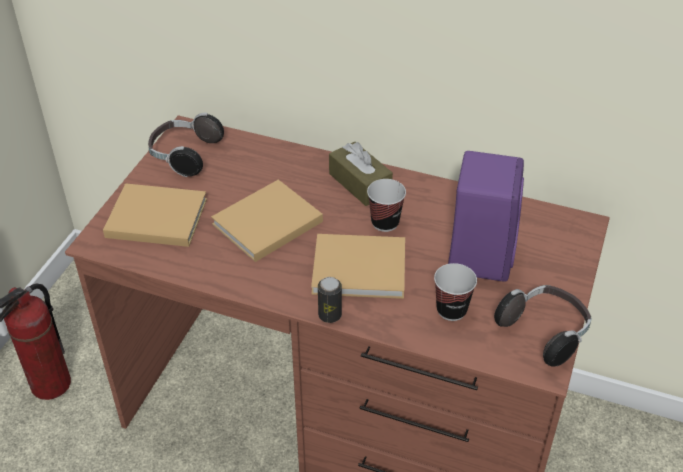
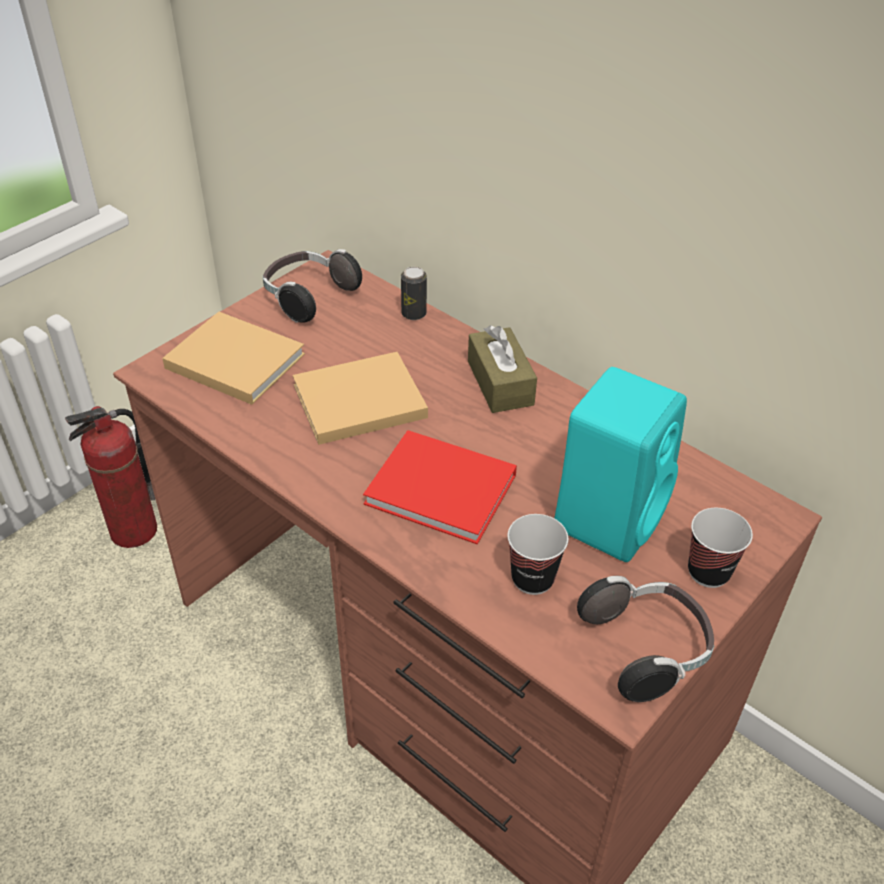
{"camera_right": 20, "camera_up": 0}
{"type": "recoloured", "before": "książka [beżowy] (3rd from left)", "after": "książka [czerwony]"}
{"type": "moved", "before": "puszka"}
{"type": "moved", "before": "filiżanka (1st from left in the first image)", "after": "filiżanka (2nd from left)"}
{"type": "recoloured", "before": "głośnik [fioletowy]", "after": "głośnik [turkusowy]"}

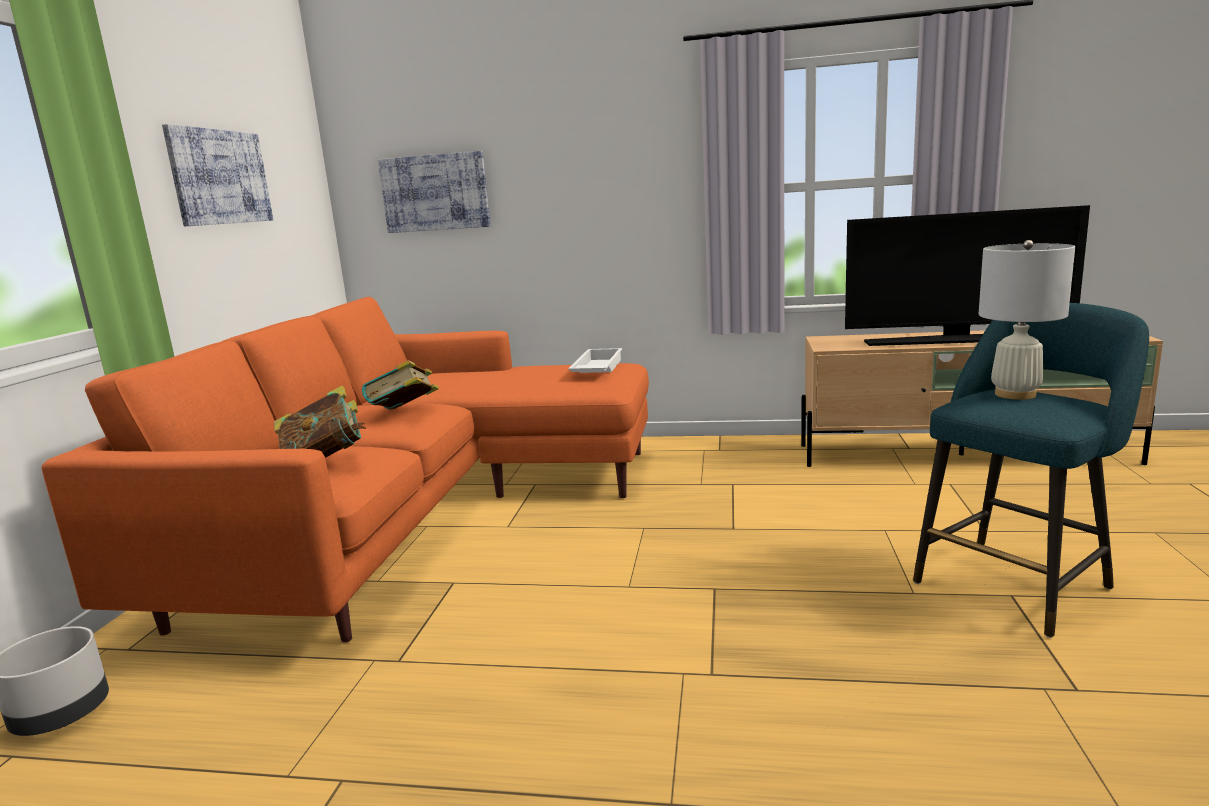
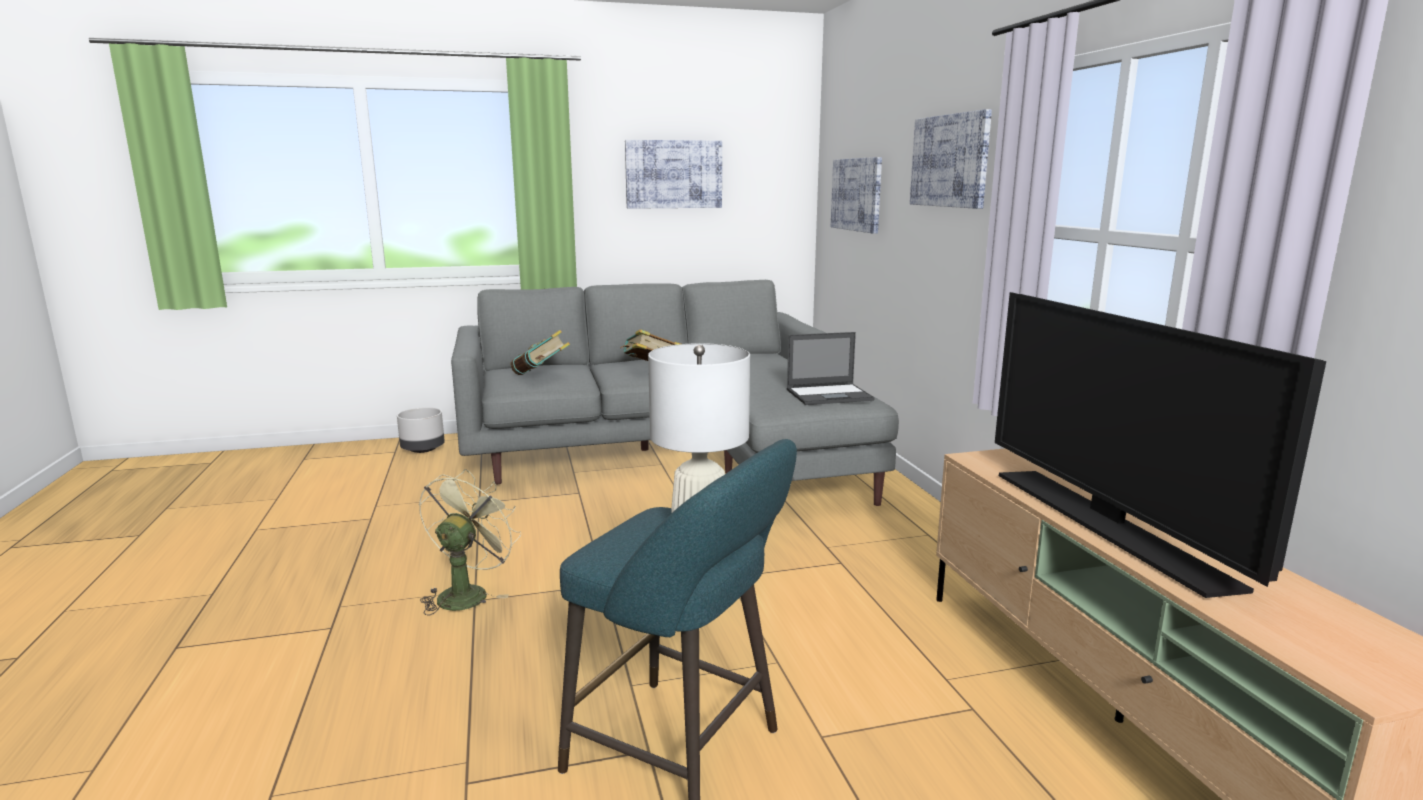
{"camera_right": 65, "camera_up": 0}
{"type": "recoloured", "before": "kanapa [pomarańczowy]", "after": "kanapa [szary]"}
{"type": "replaced", "before": "taca [biały]", "after": "laptop"}
{"type": "added", "after": "wentylator [zielony]"}
{"type": "added", "after": "obraz (3rd from left)"}

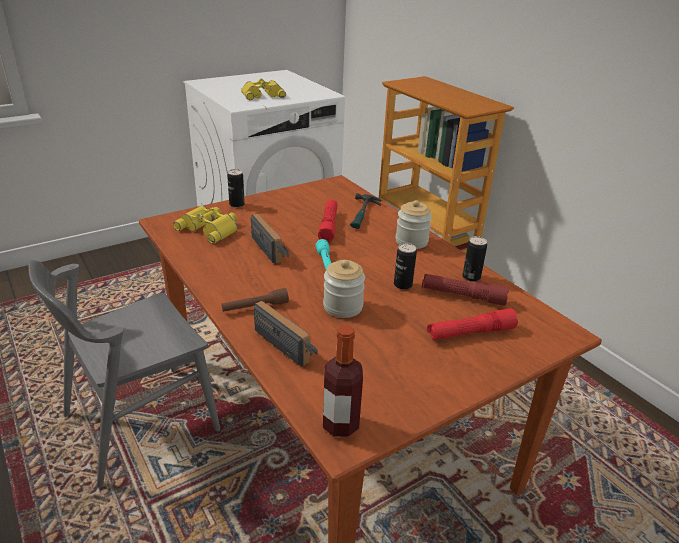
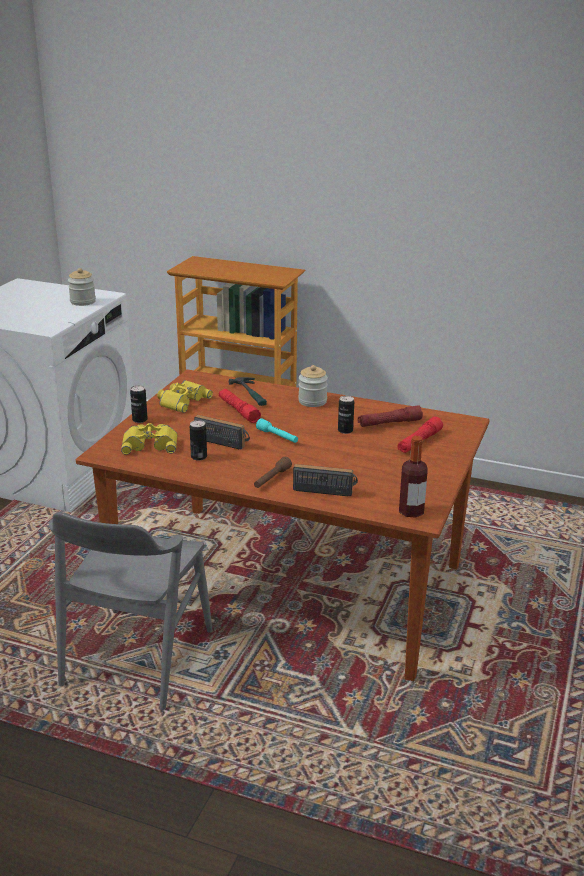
{"camera_right": -35, "camera_up": -5}
{"type": "moved", "before": "lornetka [żółty] (2nd from left)"}
{"type": "moved", "before": "słoik (1st from left)"}
{"type": "moved", "before": "puszka (3rd from left in the first image)", "after": "puszka (2nd from left)"}

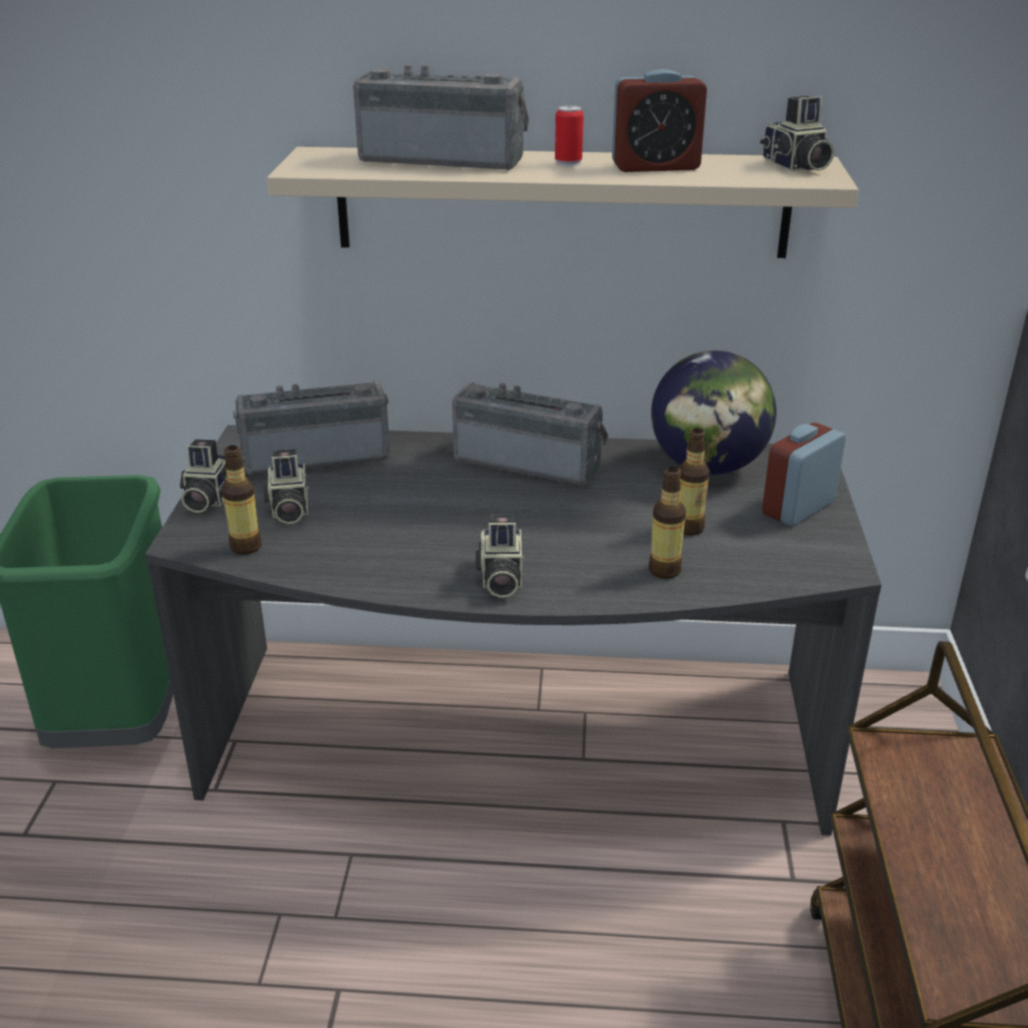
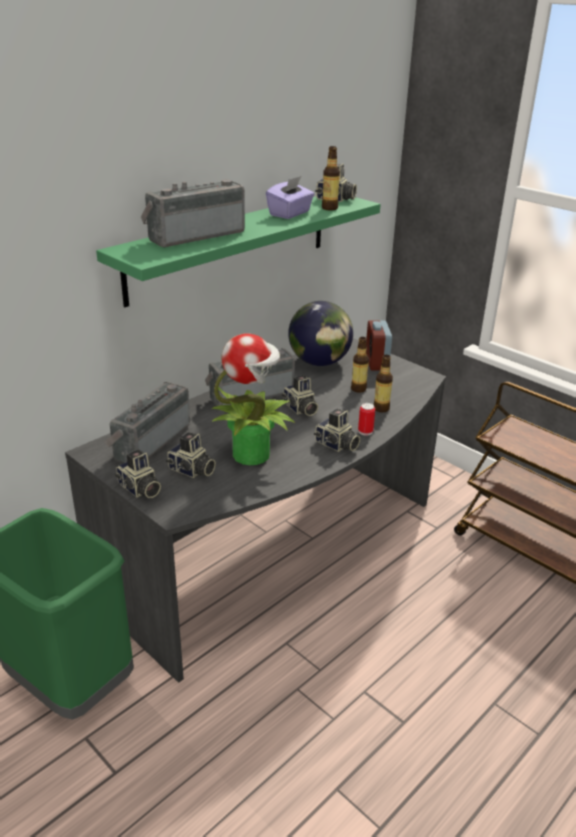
{"camera_right": -50, "camera_up": 0}
{"type": "moved", "before": "butelka (1st from left)"}
{"type": "recoloured", "before": "półka [beżowy]", "after": "półka [zielony]"}
{"type": "moved", "before": "puszka"}
{"type": "replaced", "before": "budzik (1st from left)", "after": "pudełko chusteczek [fioletowy]"}
{"type": "added", "after": "roślina doniczkowa"}
{"type": "added", "after": "aparat fotograficzny (3rd from left)"}

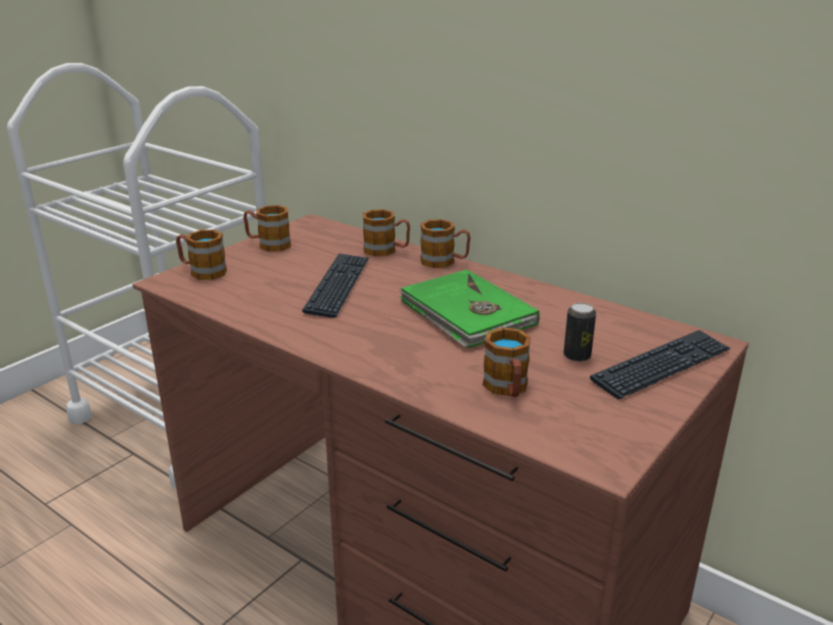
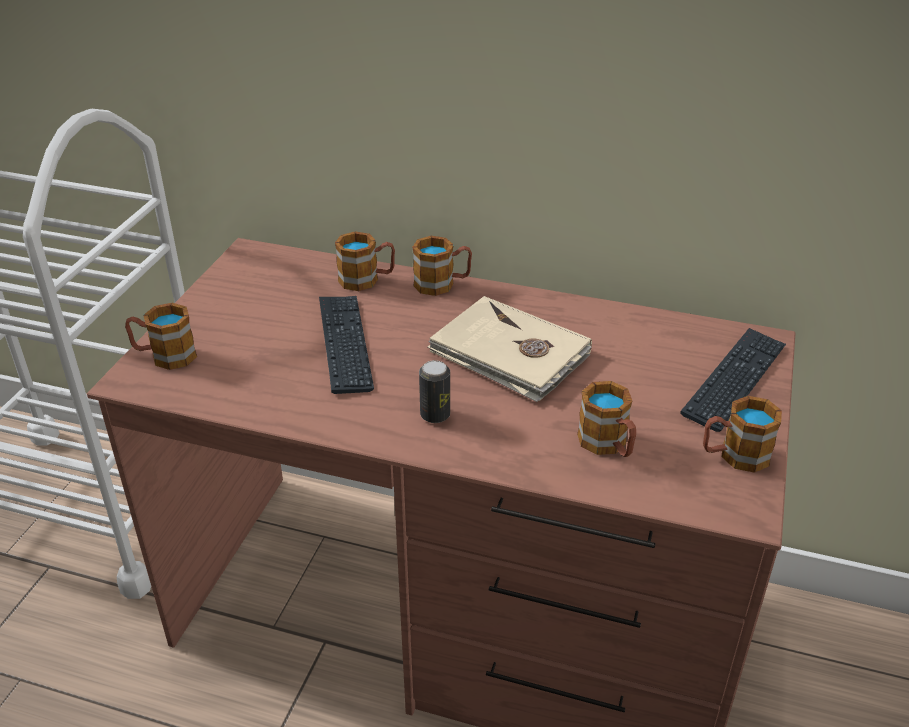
{"camera_right": -20, "camera_up": 10}
{"type": "moved", "before": "kubek (2nd from left in the first image)", "after": "kubek (5th from left)"}
{"type": "recoloured", "before": "książka [zielony]", "after": "książka [beżowy]"}
{"type": "moved", "before": "puszka"}

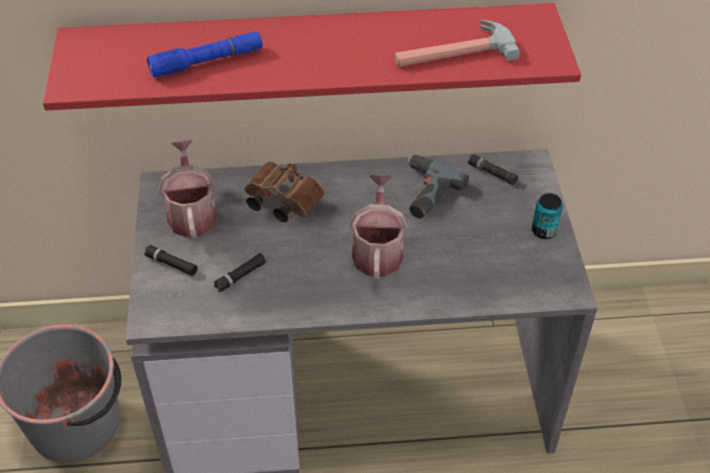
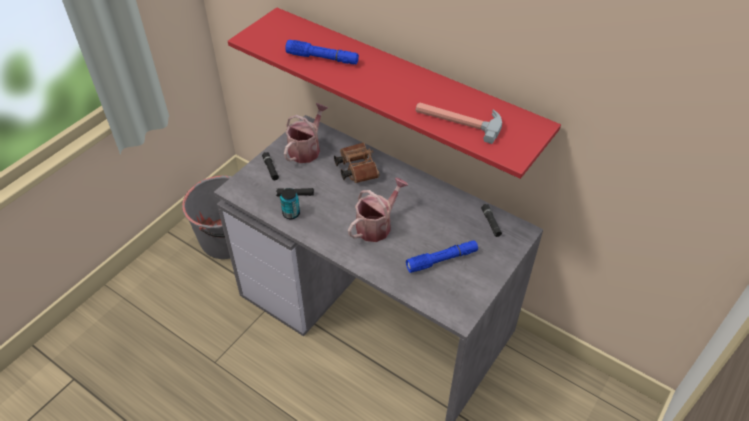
{"camera_right": 40, "camera_up": 0}
{"type": "removed", "before": "wiertarka"}
{"type": "moved", "before": "puszka"}
{"type": "added", "after": "latarka [niebieski] (2nd from left)"}

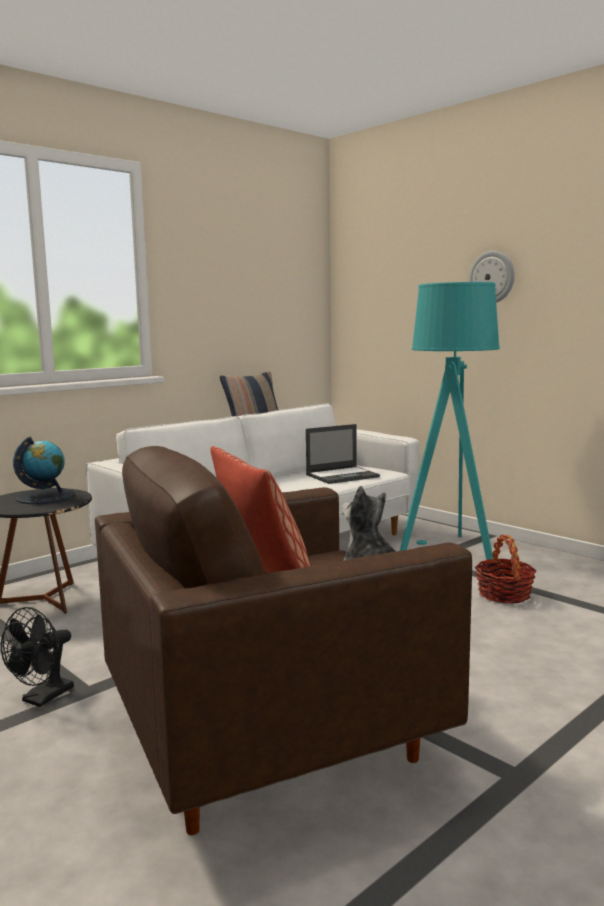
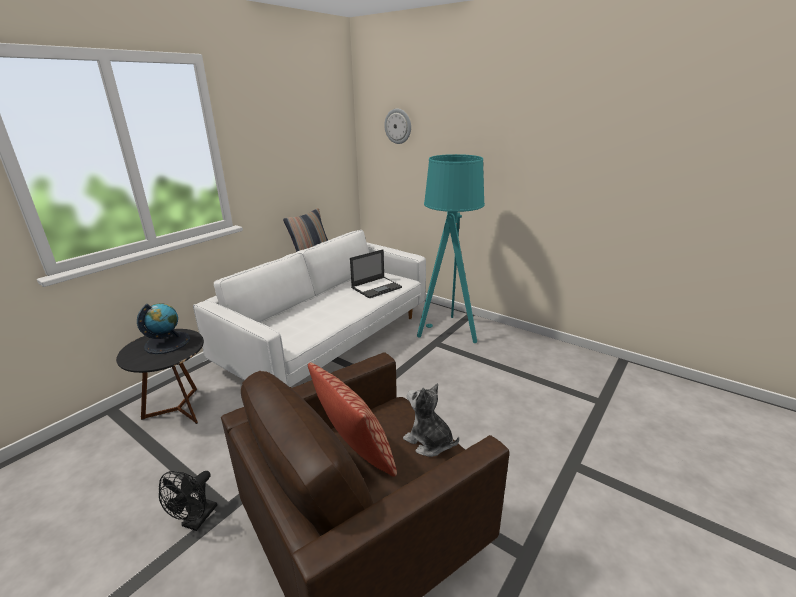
{"camera_right": -10, "camera_up": 15}
{"type": "moved", "before": "zegar ścienny"}
{"type": "removed", "before": "koszyk"}

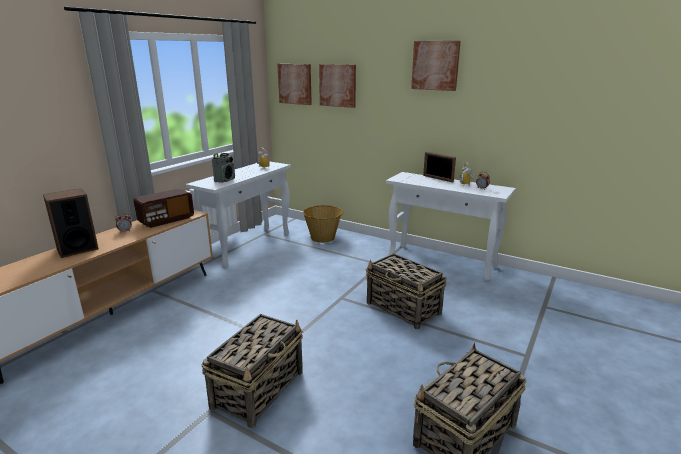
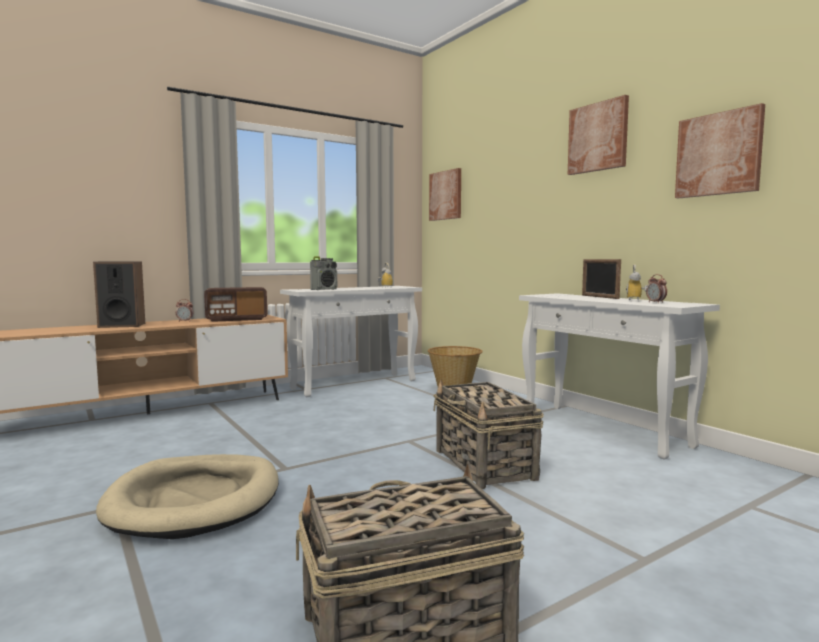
{"camera_right": 25, "camera_up": -15}
{"type": "replaced", "before": "koszyk (1st from left)", "after": "legowisko [beżowy]"}
{"type": "moved", "before": "obraz (2nd from left in the first image)", "after": "obraz (3rd from left)"}

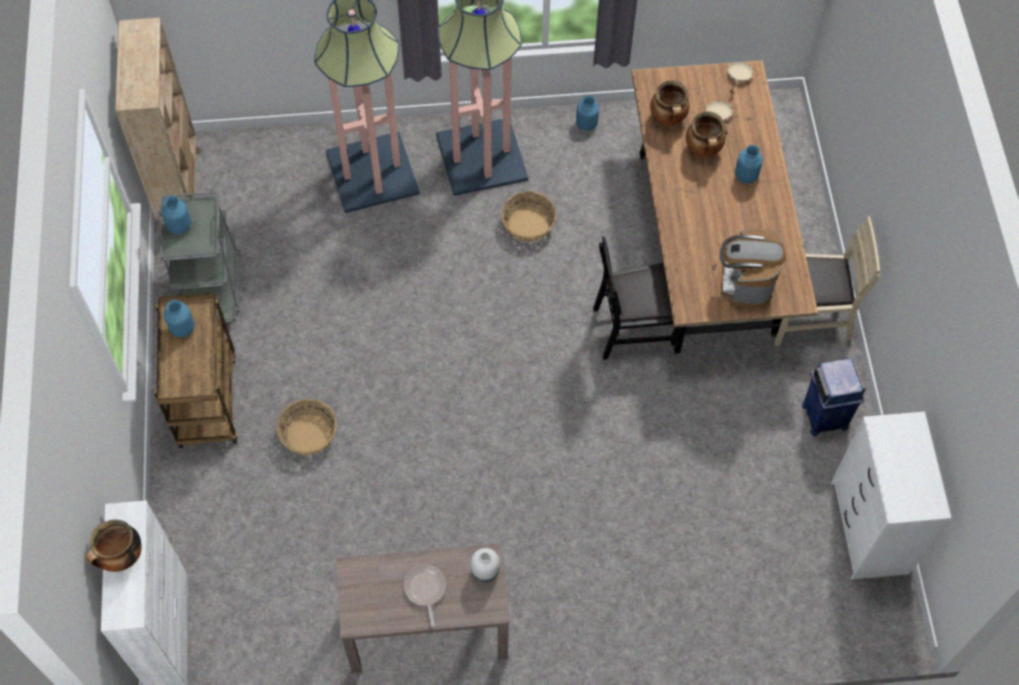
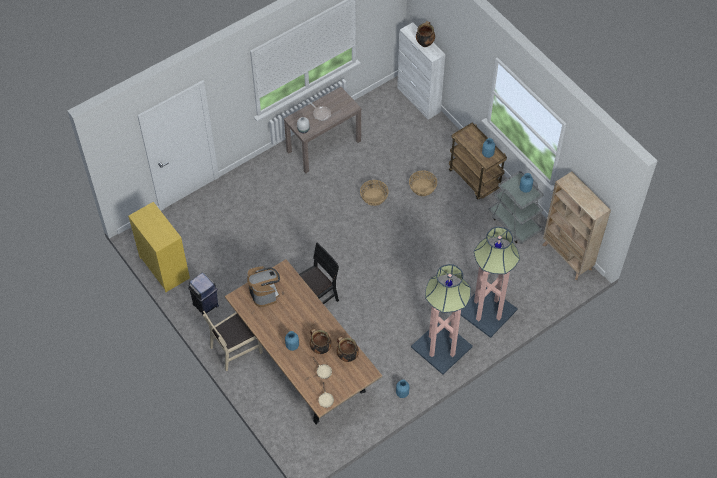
{"camera_right": 150, "camera_up": -5}
{"type": "moved", "before": "koszyk (2nd from left in the first image)", "after": "koszyk (1st from left)"}
{"type": "recoloured", "before": "komoda [biały]", "after": "komoda [żółty]"}

